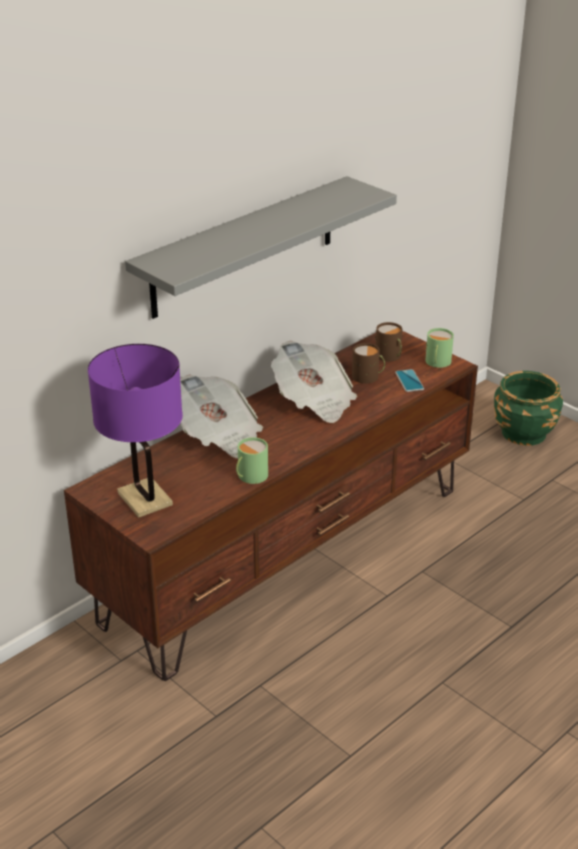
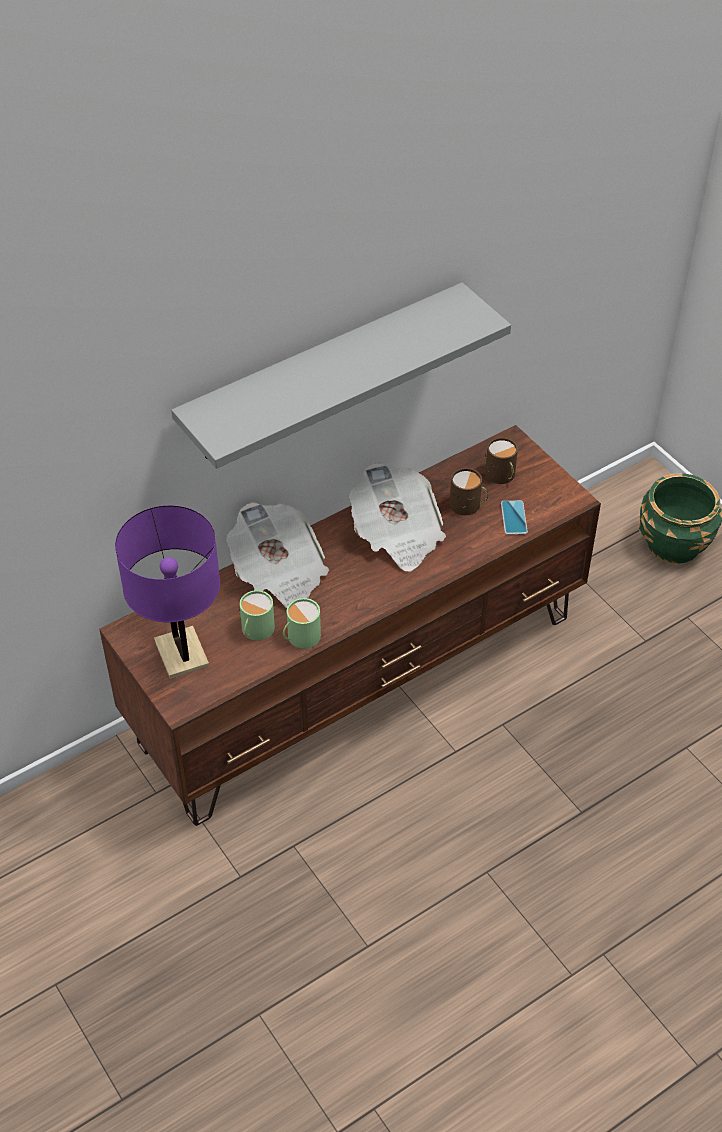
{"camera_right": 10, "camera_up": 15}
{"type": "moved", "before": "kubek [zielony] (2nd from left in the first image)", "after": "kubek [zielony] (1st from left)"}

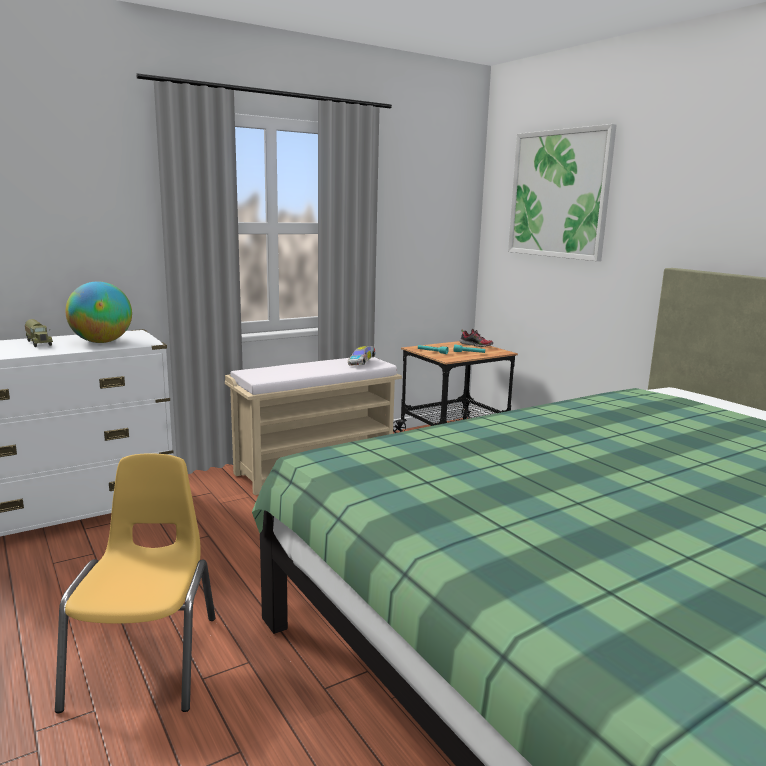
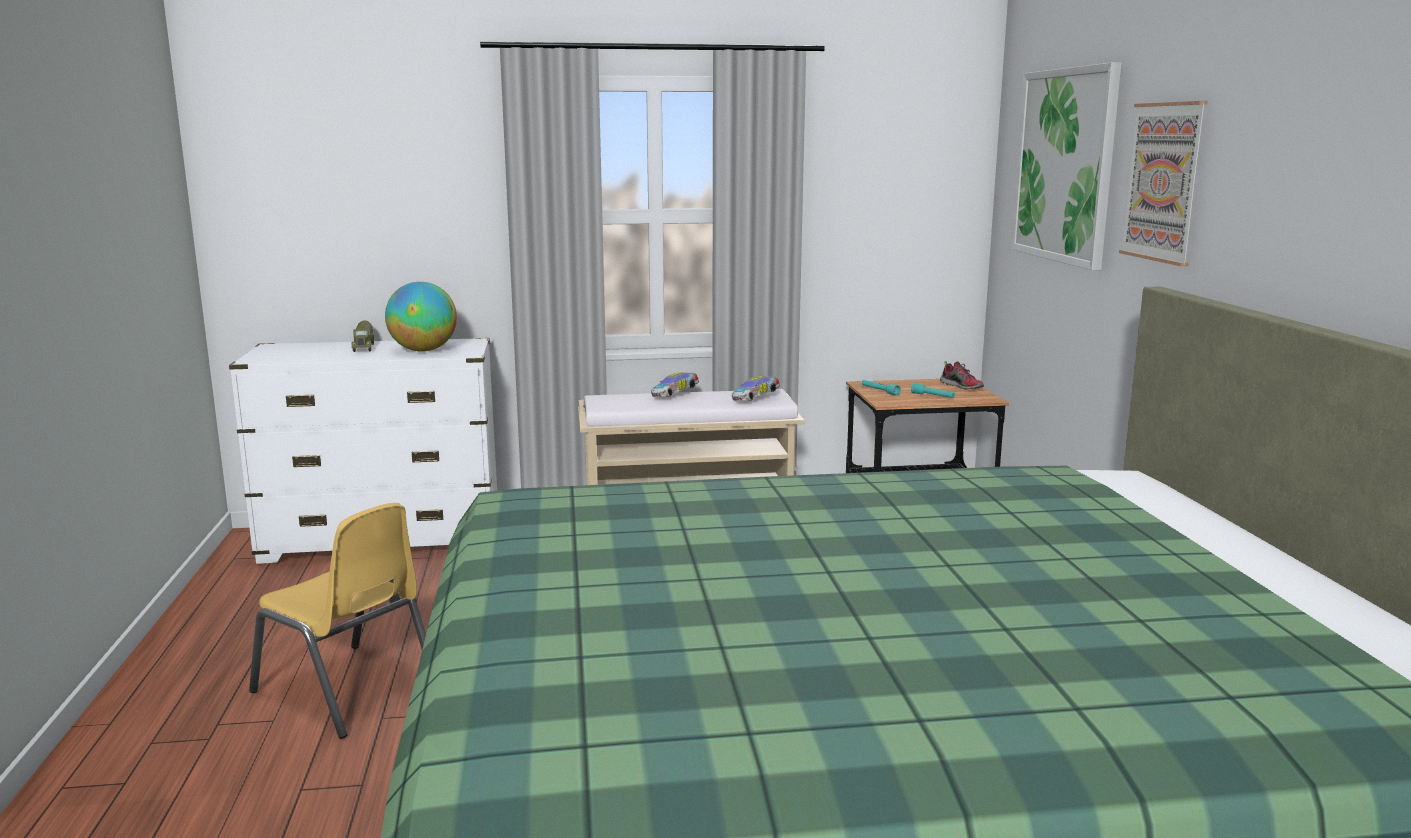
{"camera_right": 25, "camera_up": 0}
{"type": "turned", "before": "krzesło [żółty]", "turn": 105}
{"type": "added", "after": "samochodzik (1st from left)"}
{"type": "added", "after": "obraz (2nd from left)"}

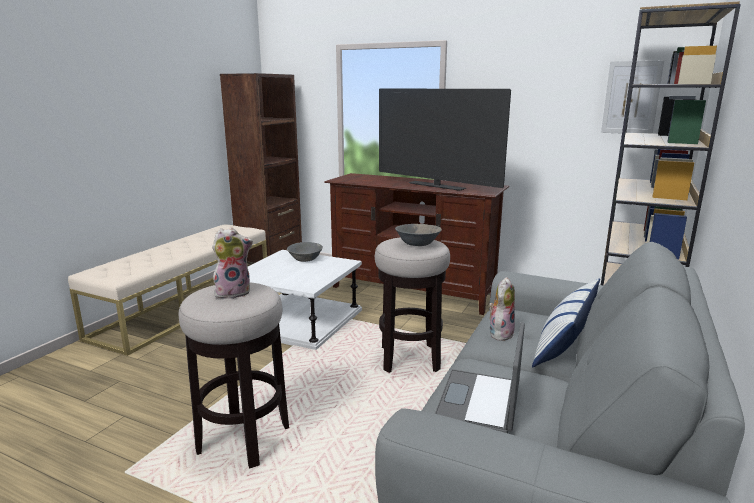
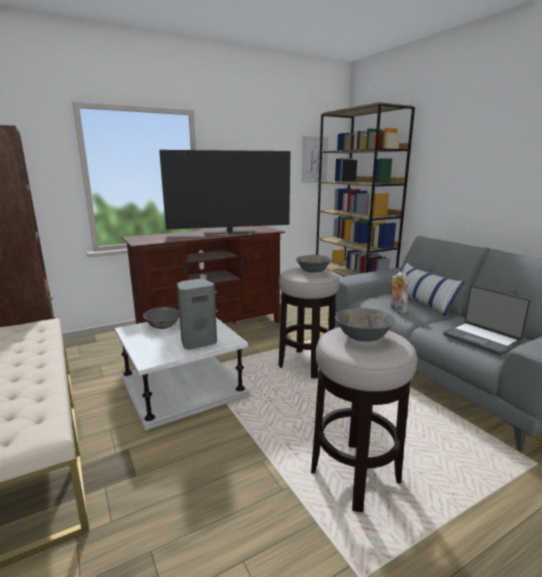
{"camera_right": -55, "camera_up": 0}
{"type": "replaced", "before": "pluszak (1st from left)", "after": "miska [szary] (3rd from left)"}
{"type": "added", "after": "głośnik [szary]"}

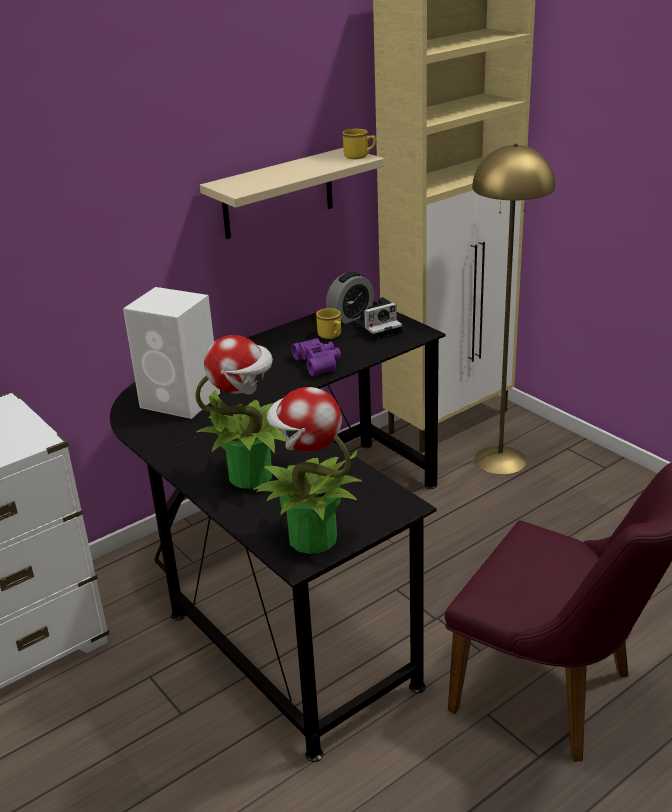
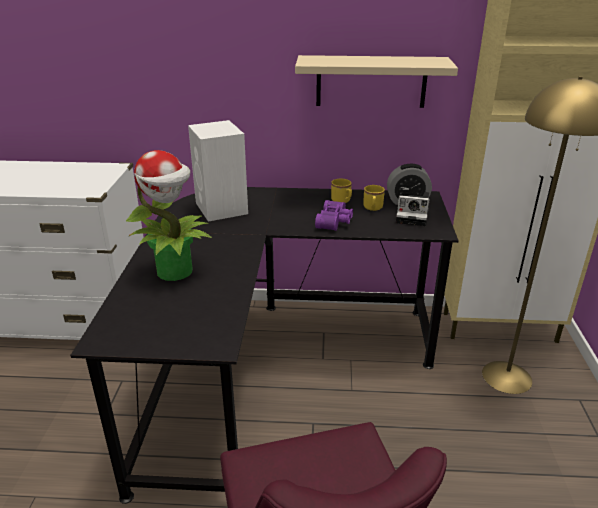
{"camera_right": 40, "camera_up": 0}
{"type": "removed", "before": "roślina doniczkowa (2nd from left)"}
{"type": "moved", "before": "kubek [żółty] (2nd from left in the first image)", "after": "kubek [żółty] (1st from left)"}

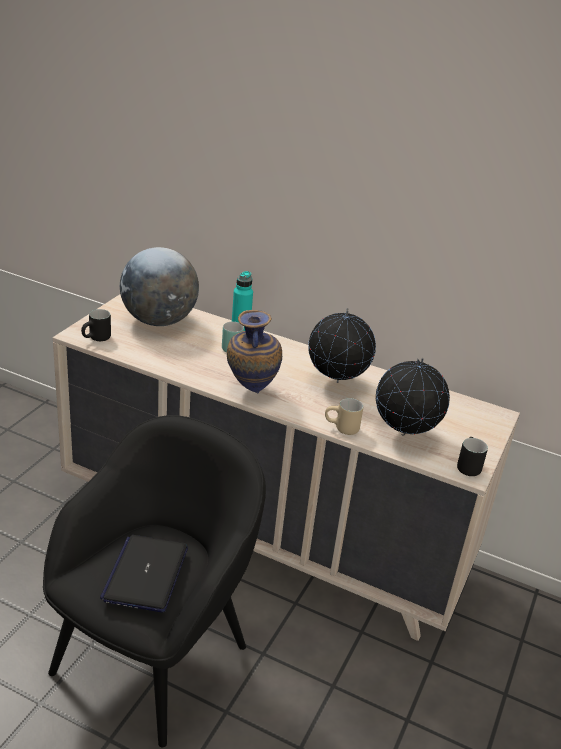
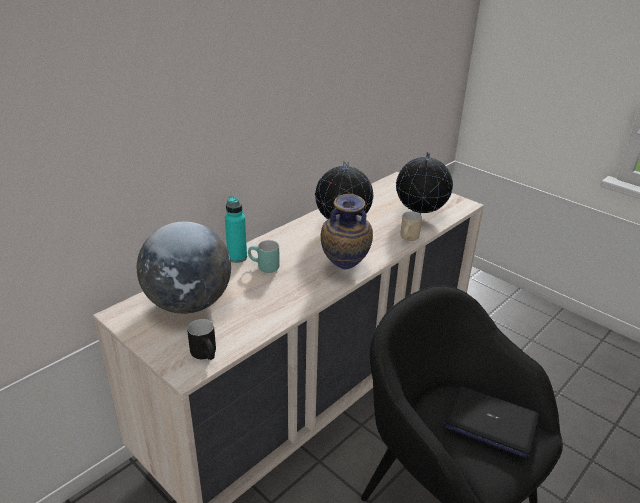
{"camera_right": -70, "camera_up": 0}
{"type": "removed", "before": "kubek [czarny] (2nd from left)"}

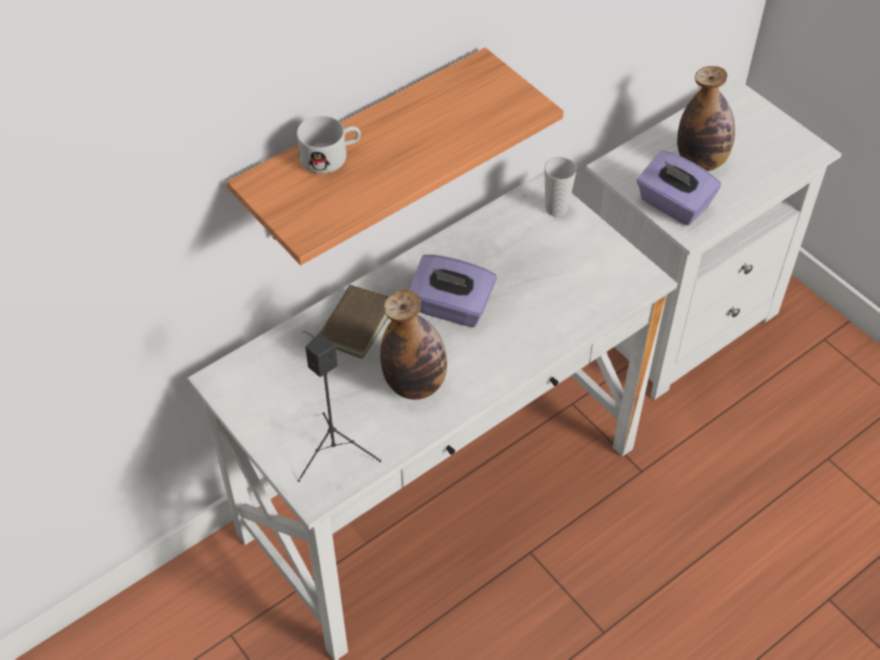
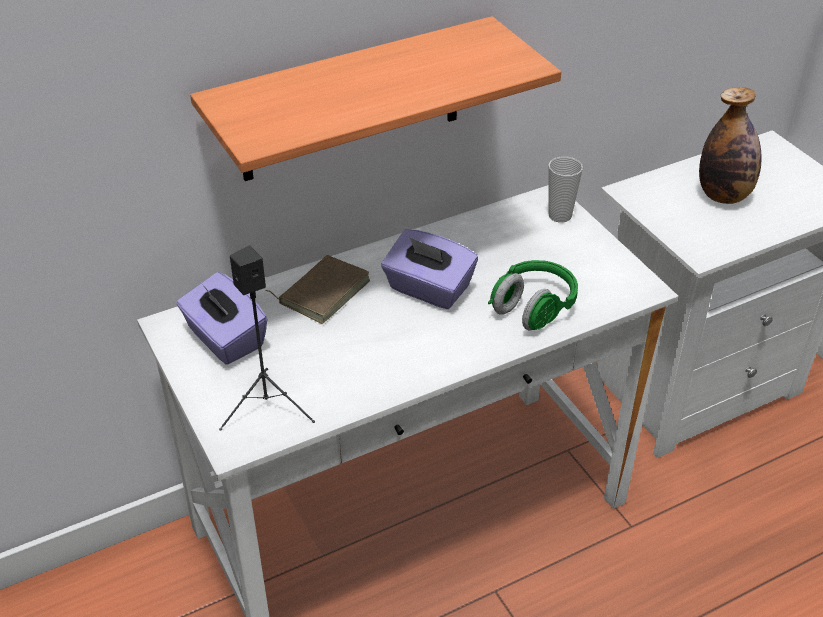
{"camera_right": 10, "camera_up": -10}
{"type": "removed", "before": "kubek [biały]"}
{"type": "removed", "before": "butelka (1st from left)"}
{"type": "moved", "before": "pudełko chusteczek [fioletowy] (2nd from left in the first image)", "after": "pudełko chusteczek [fioletowy] (1st from left)"}
{"type": "added", "after": "słuchawki [zielony]"}

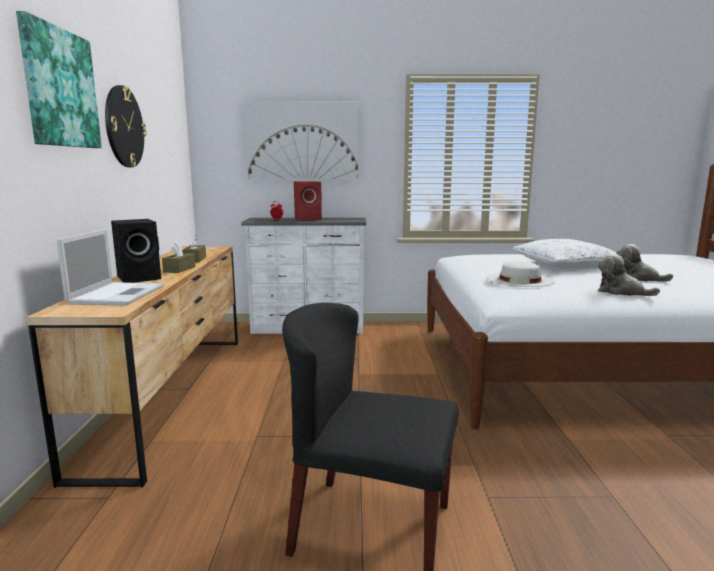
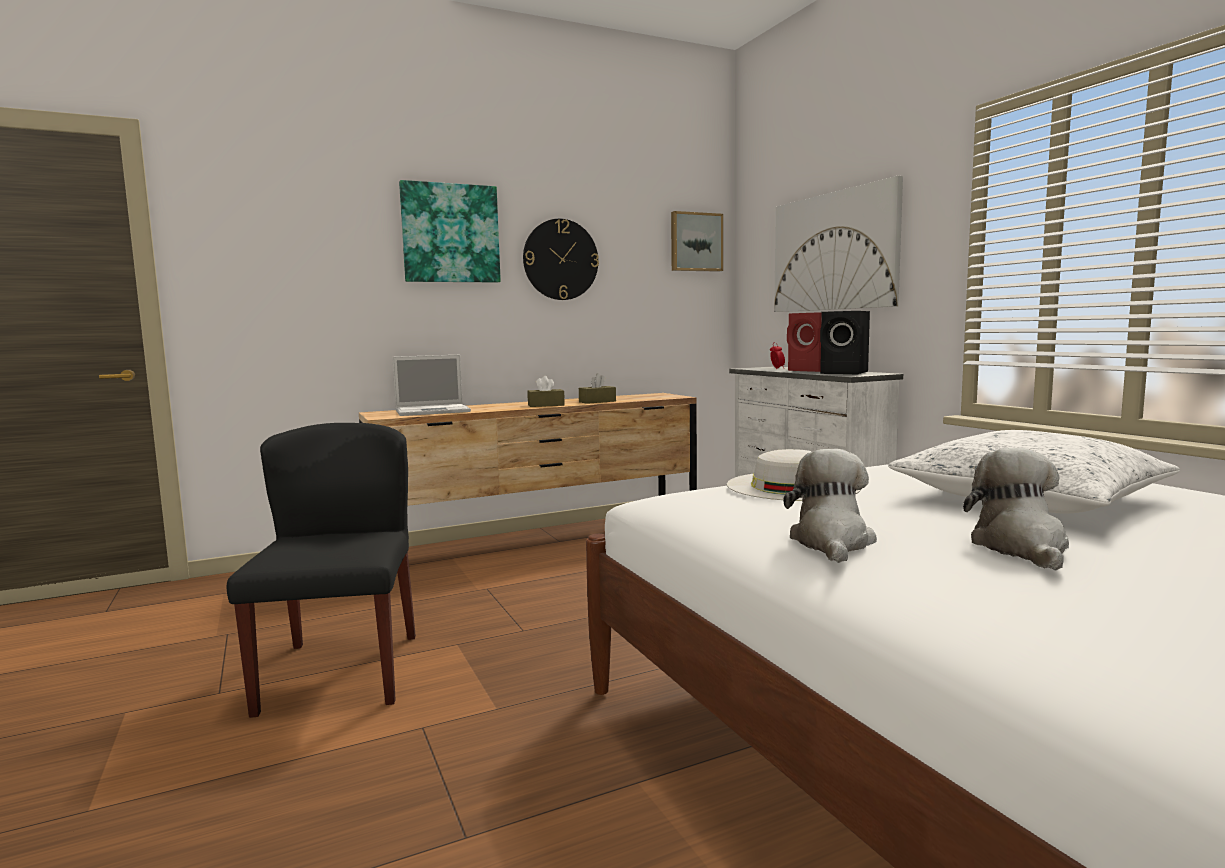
{"camera_right": 65, "camera_up": -5}
{"type": "moved", "before": "głośnik [czarny]"}
{"type": "added", "after": "obraz (2nd from left)"}

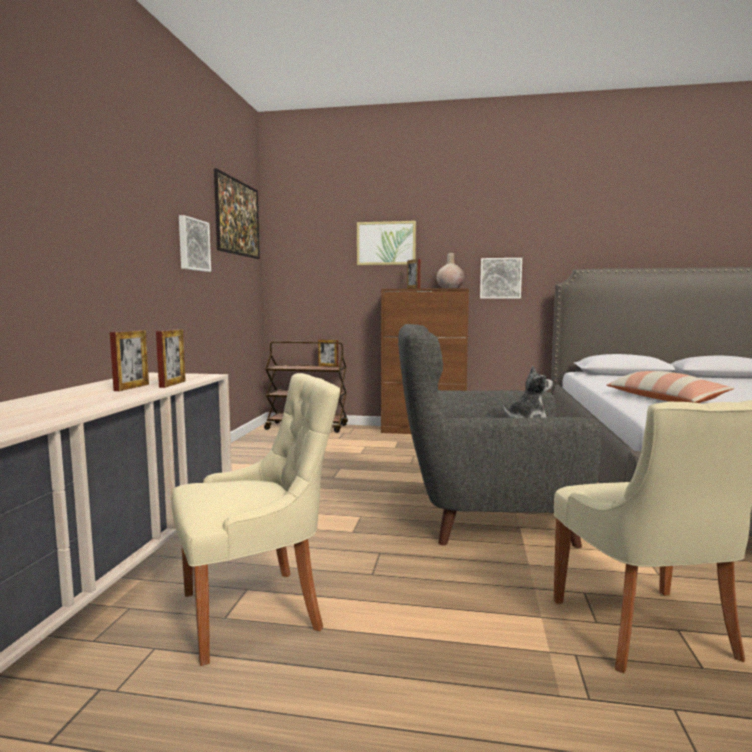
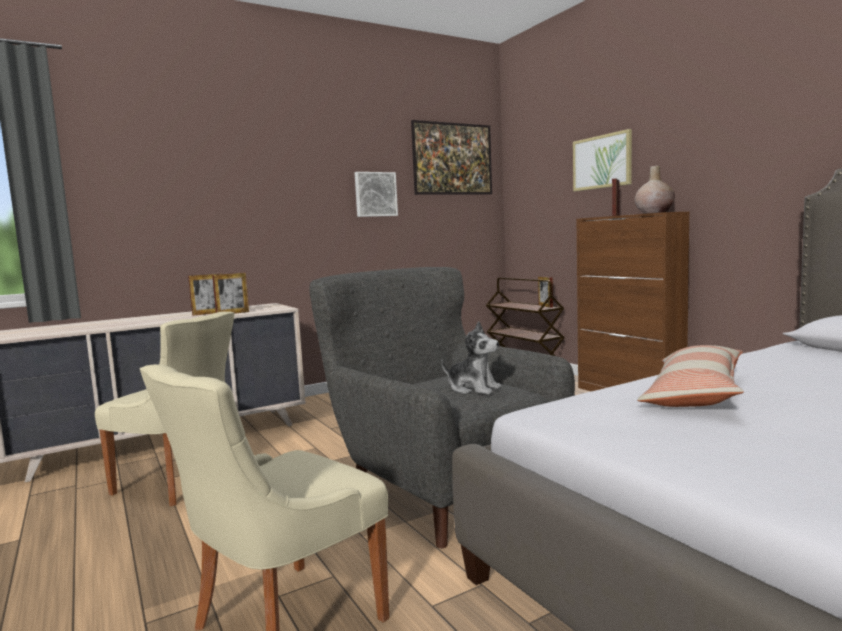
{"camera_right": 50, "camera_up": 0}
{"type": "removed", "before": "obraz (4th from left)"}

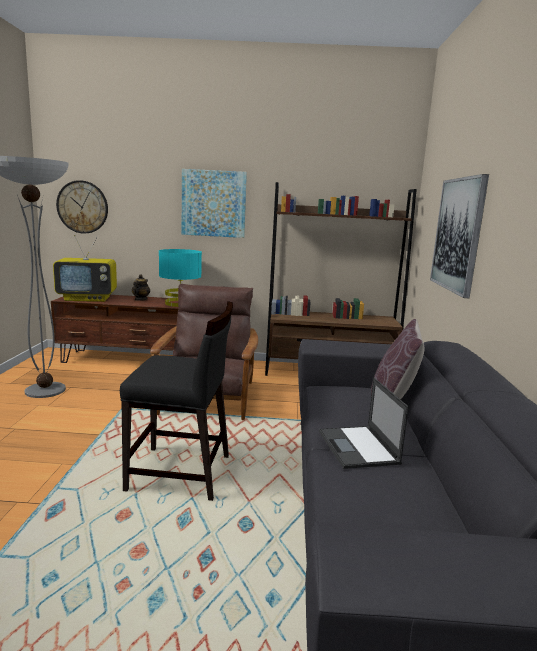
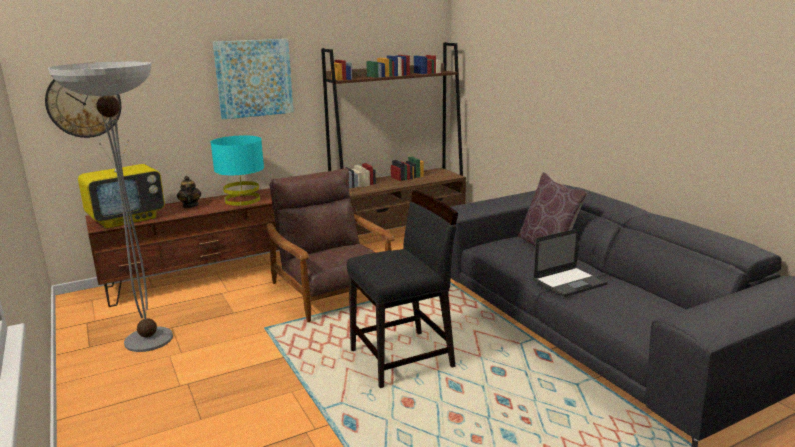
{"camera_right": -30, "camera_up": 5}
{"type": "turned", "before": "laptop", "turn": -75}
{"type": "removed", "before": "obraz (2nd from left)"}

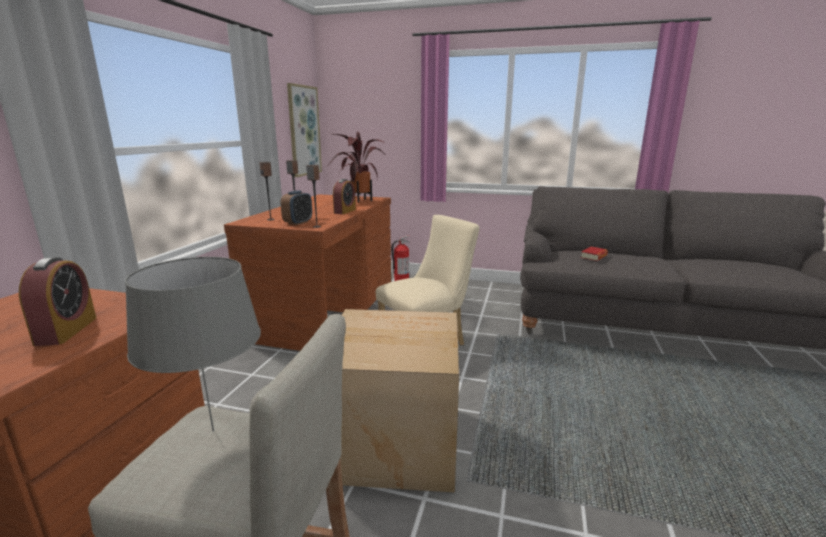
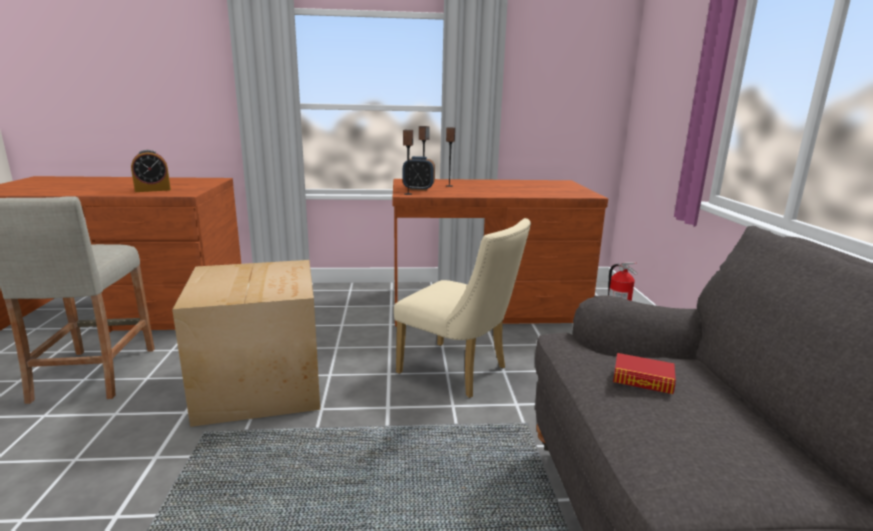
{"camera_right": 70, "camera_up": 0}
{"type": "removed", "before": "lampa stołowa [szary]"}
{"type": "removed", "before": "obraz"}
{"type": "removed", "before": "roślina doniczkowa"}
{"type": "removed", "before": "budzik (3rd from left)"}

